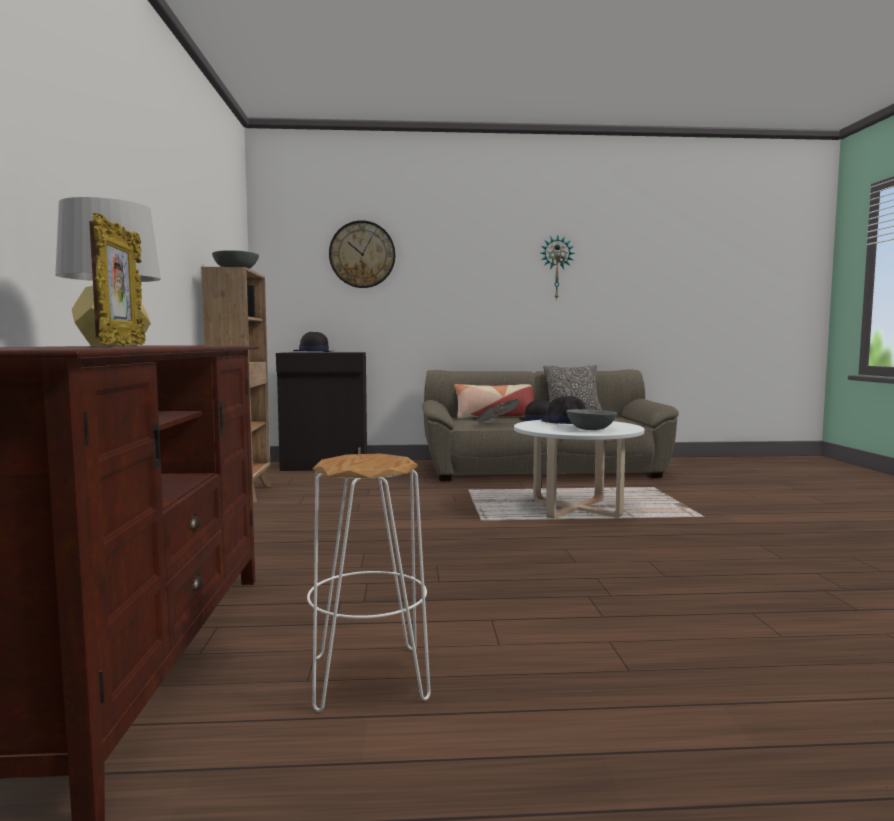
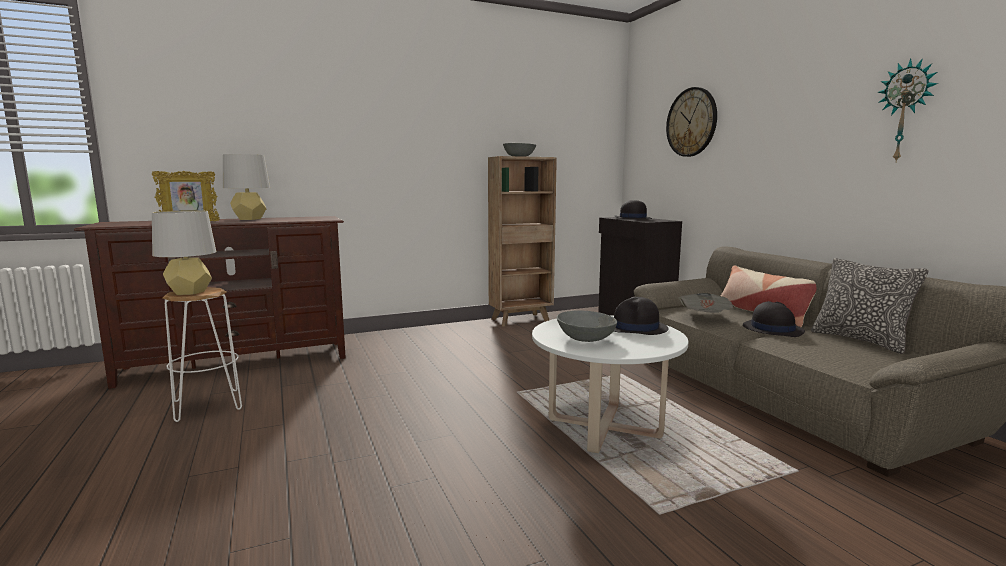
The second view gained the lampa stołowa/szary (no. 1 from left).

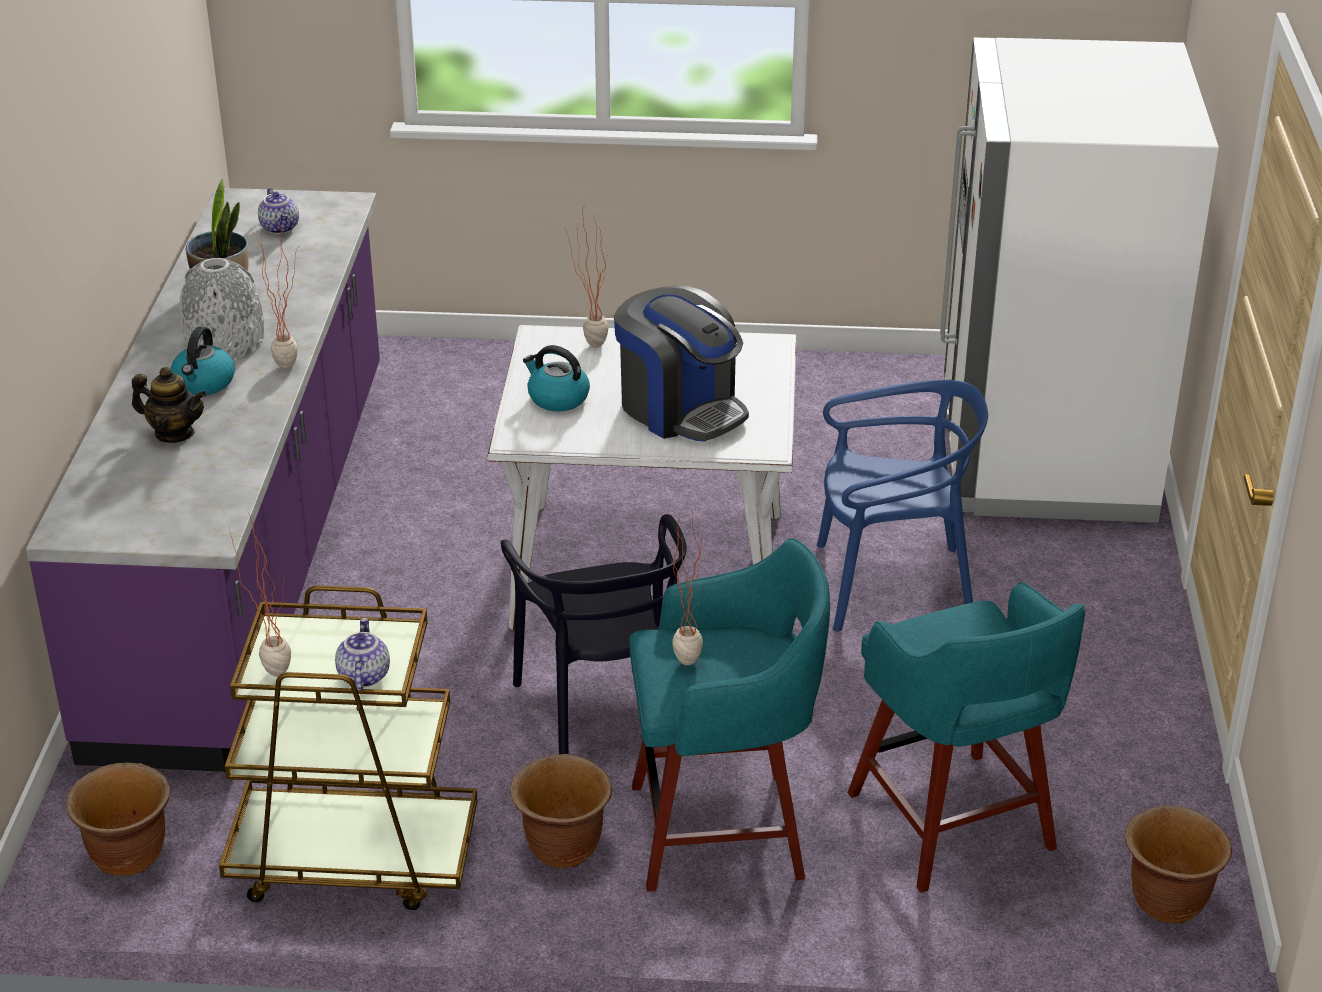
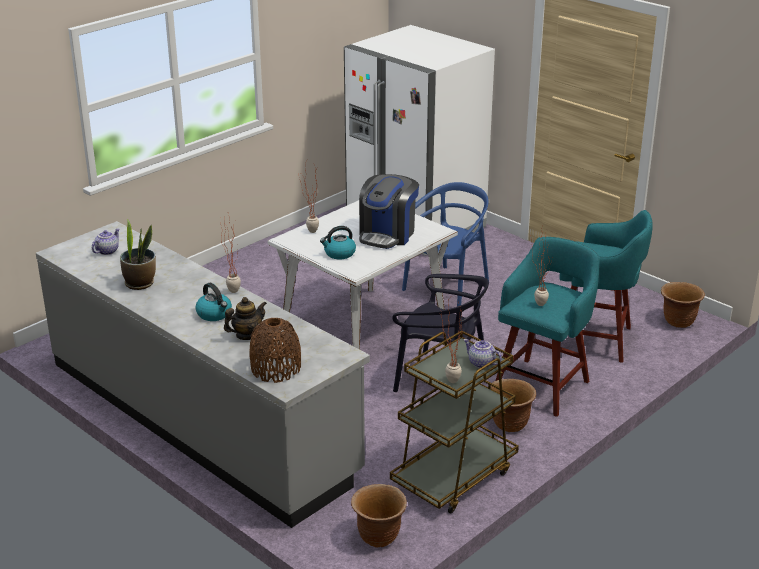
The second view lost the wazon/szary.
The second view gained the wazon/brązowy.
What was the zabudowa kuchenna/fioletowy turned into the zabudowa kuchenna/szary.
The imbryk (no. 2 from left in the first image) ended up facing another way, 75 degrees counterclockwise from before.
The ekspres do kawy ended up facing another way, 120 degrees clockwise from before.

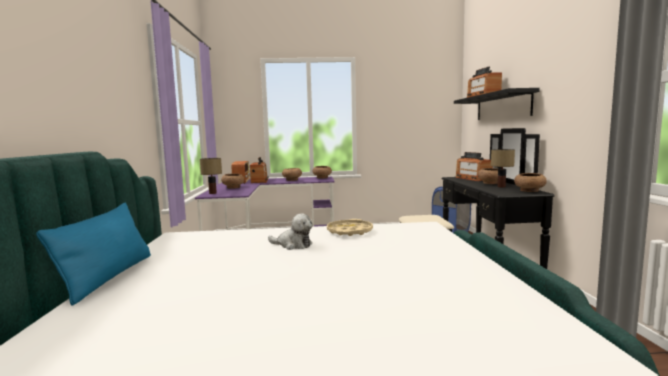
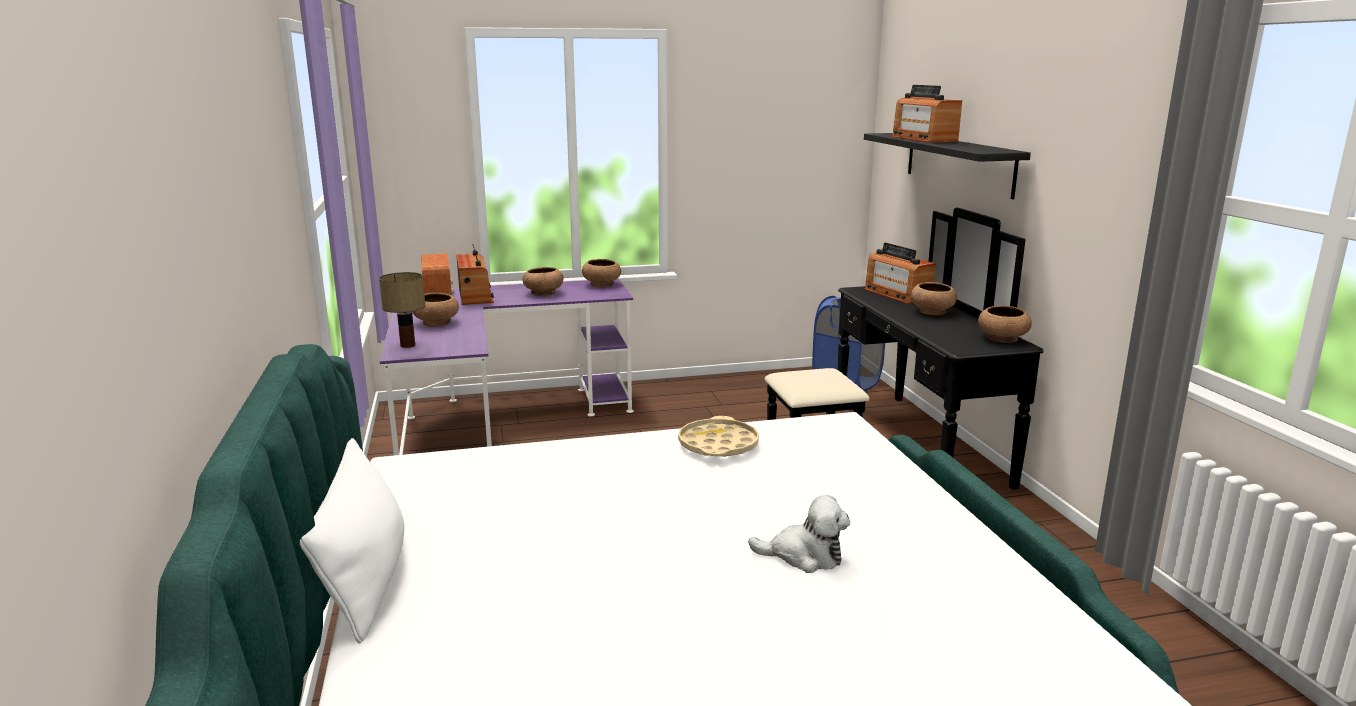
The second view lost the lampa stołowa (no. 2 from left).
The pluszak ended up elsewhere.
What was the poduszka/niebieski turned into the poduszka/biały.

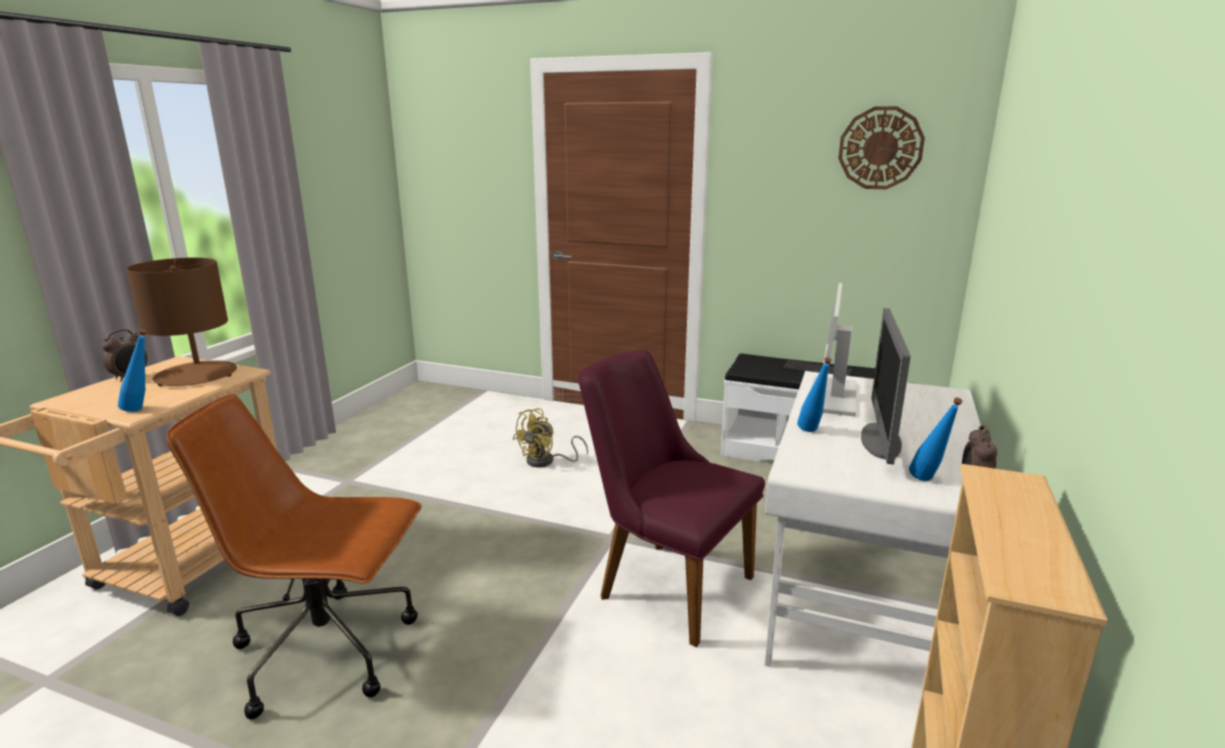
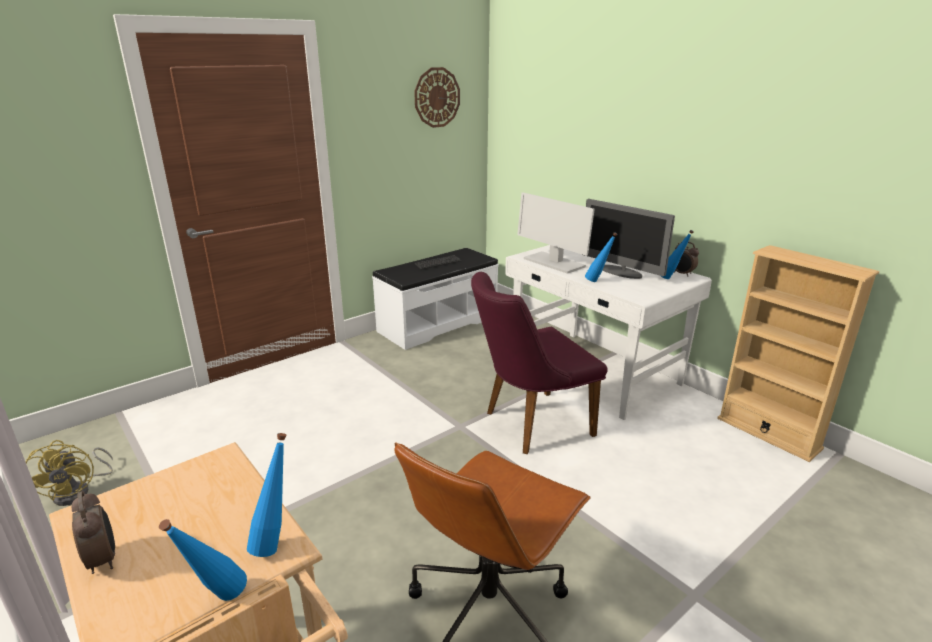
The second view lost the lampa stołowa/brązowy.
The second view gained the butelka/niebieski (no. 1 from left).
The wentylator/żółty ended up elsewhere.

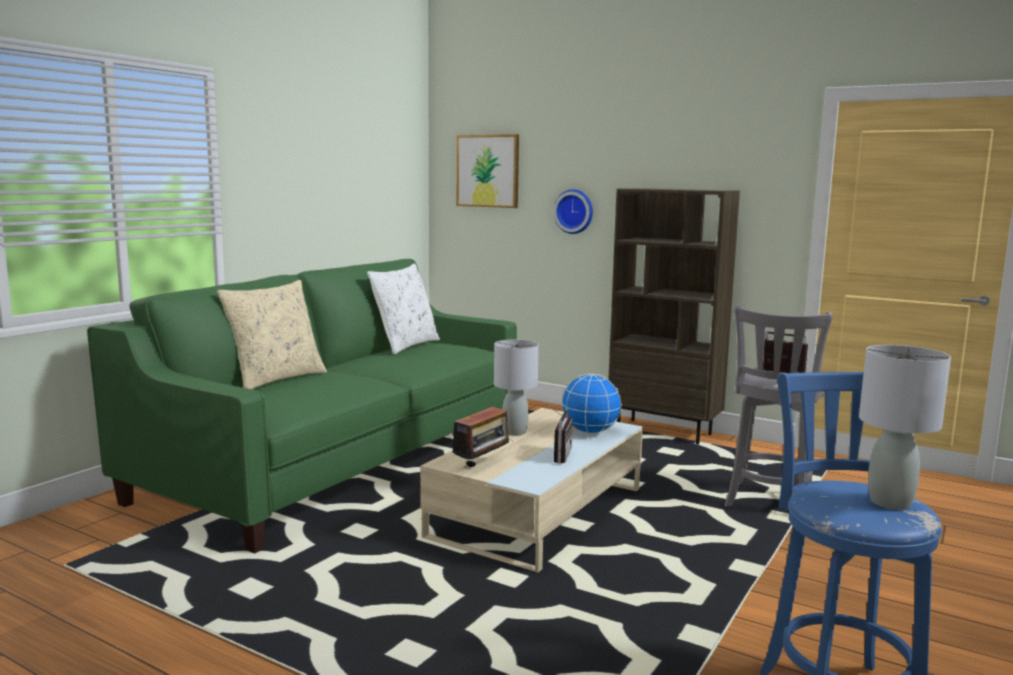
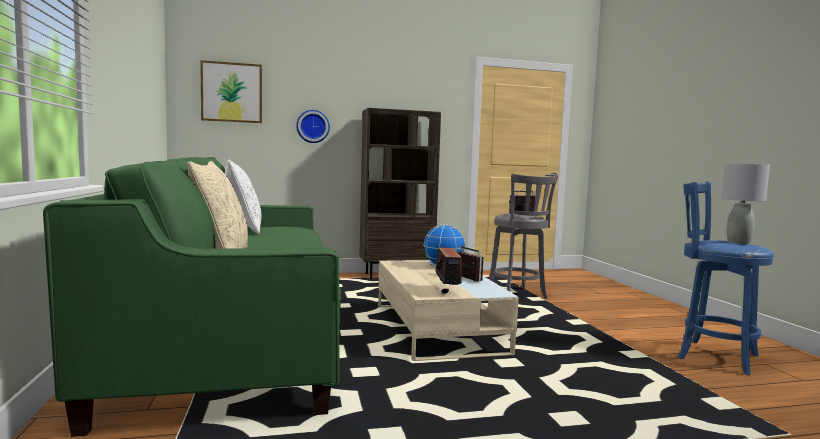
The second view lost the lampa stołowa/szary (no. 1 from left).

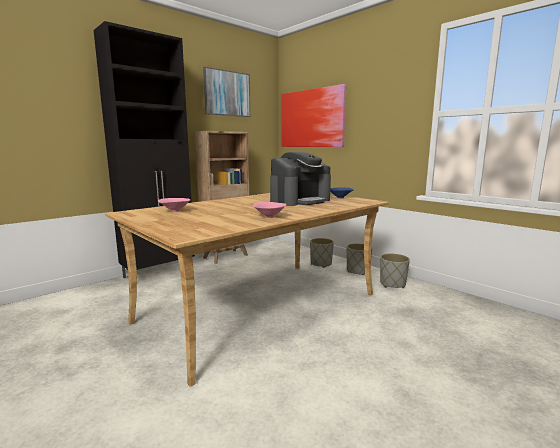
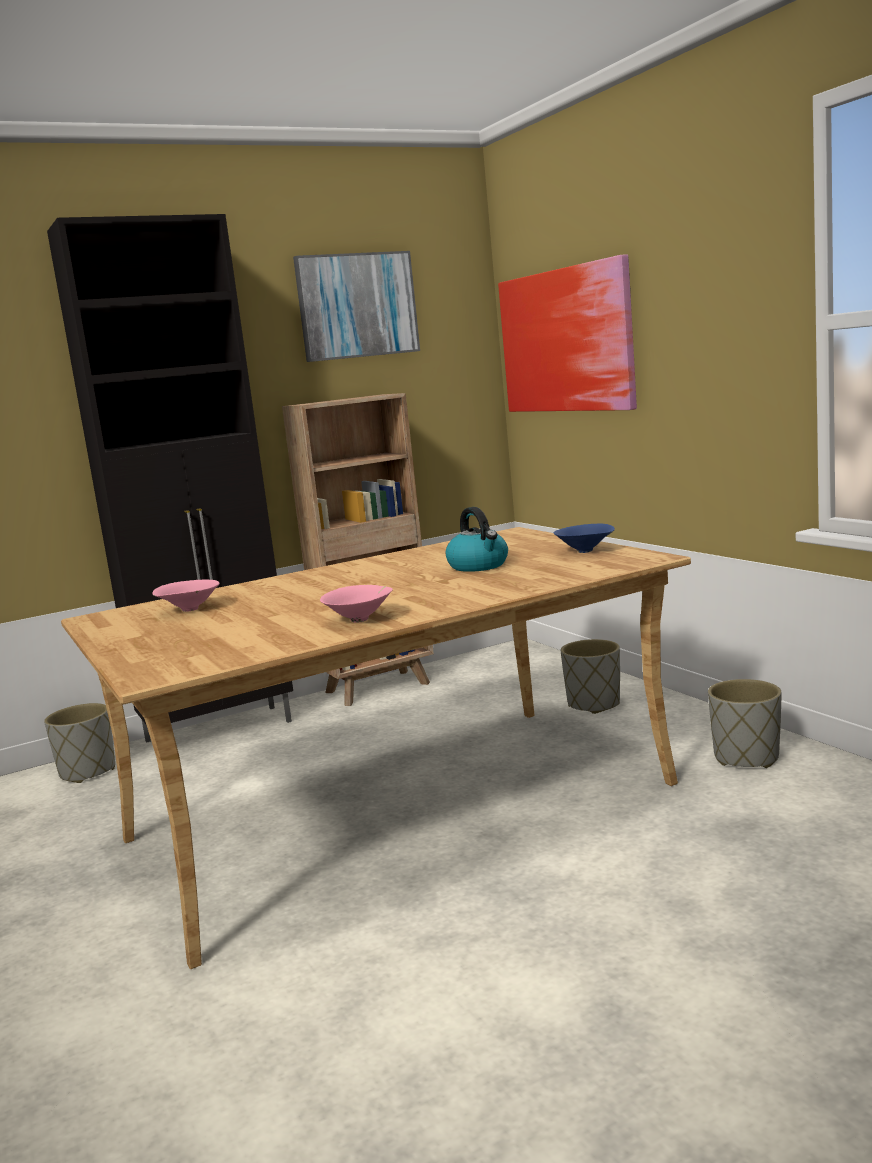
The donica/szary (no. 2 from left in the first image) ended up elsewhere.
Where the ekspres do kawy stood, the czajnik came to stand.

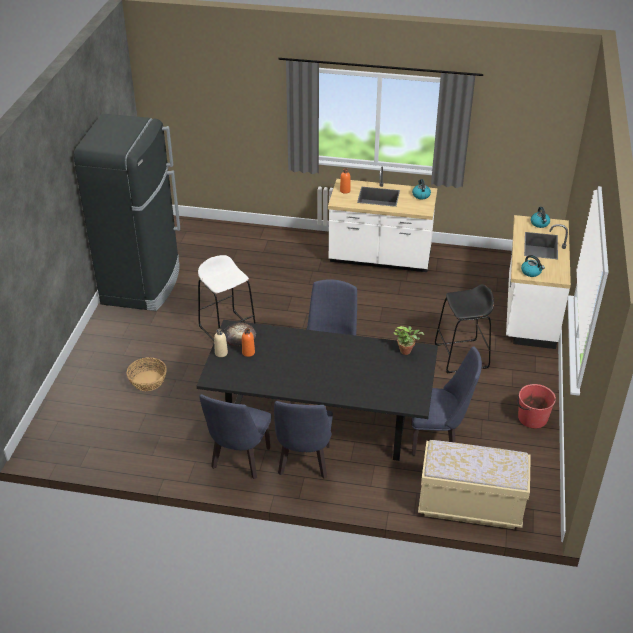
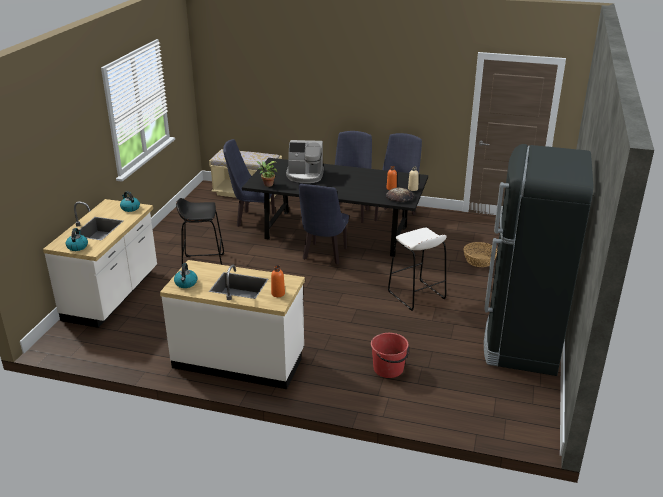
The second view gained the ekspres do kawy.
The wiadro/czerwony ended up elsewhere.

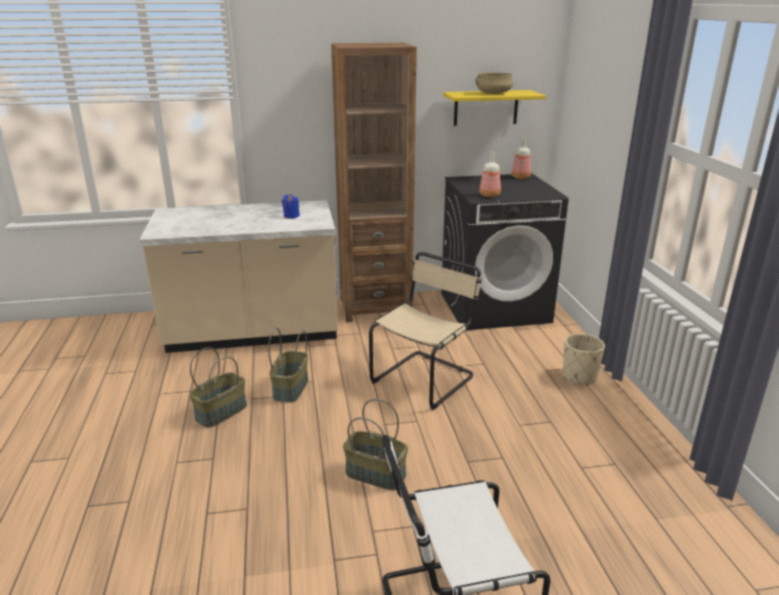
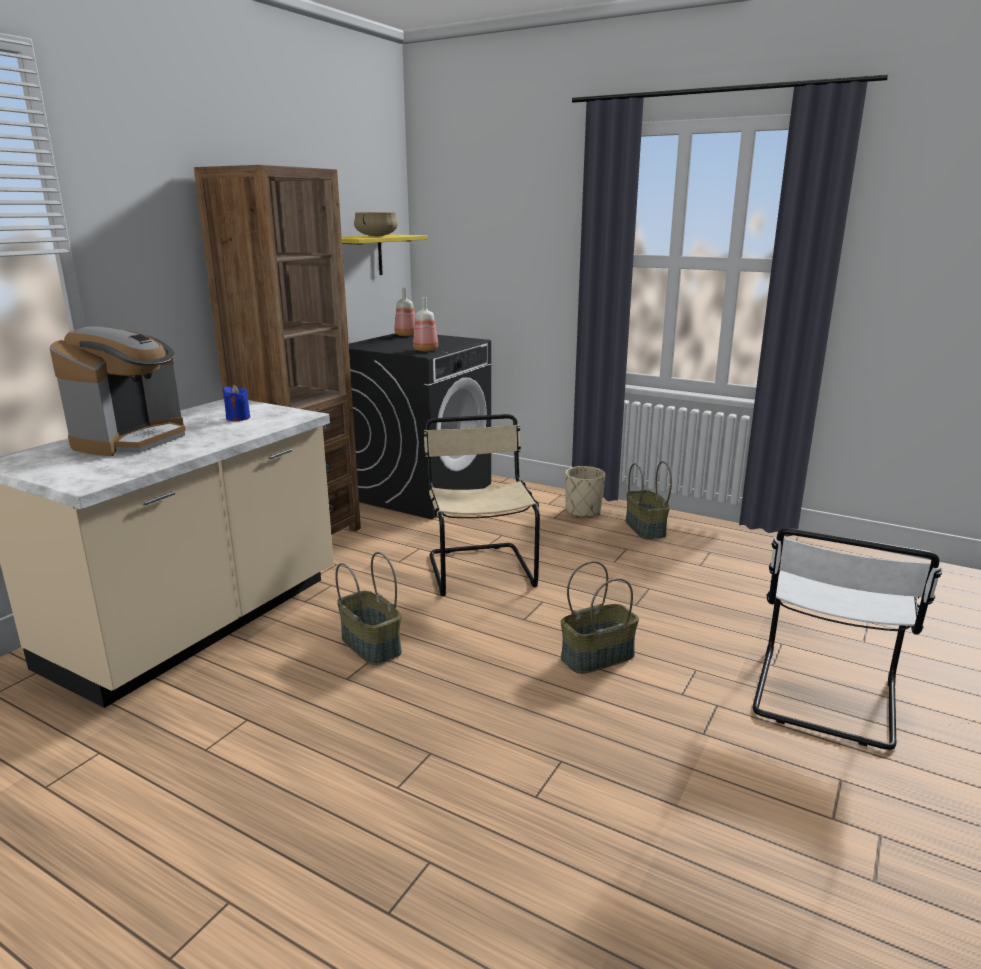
The second view gained the ekspres do kawy.
The koszyk (no. 1 from left in the first image) ended up elsewhere.

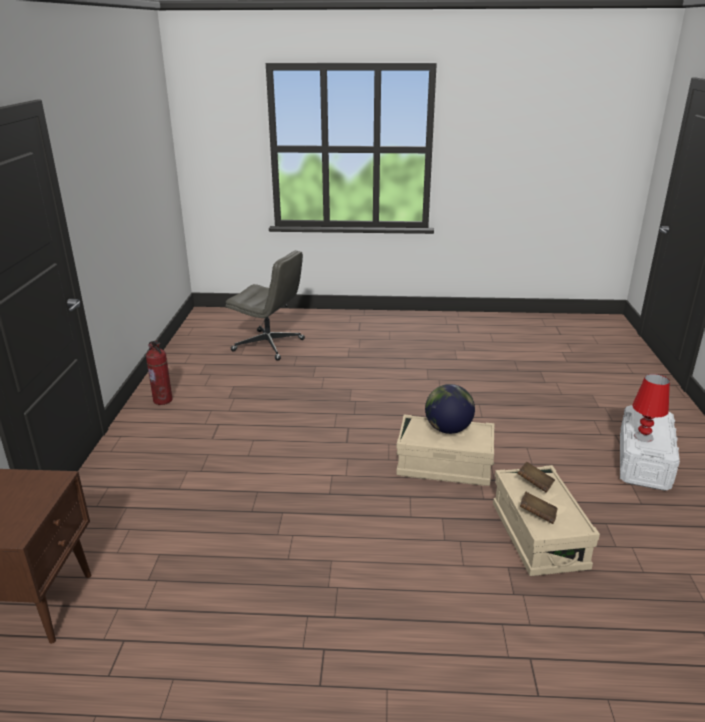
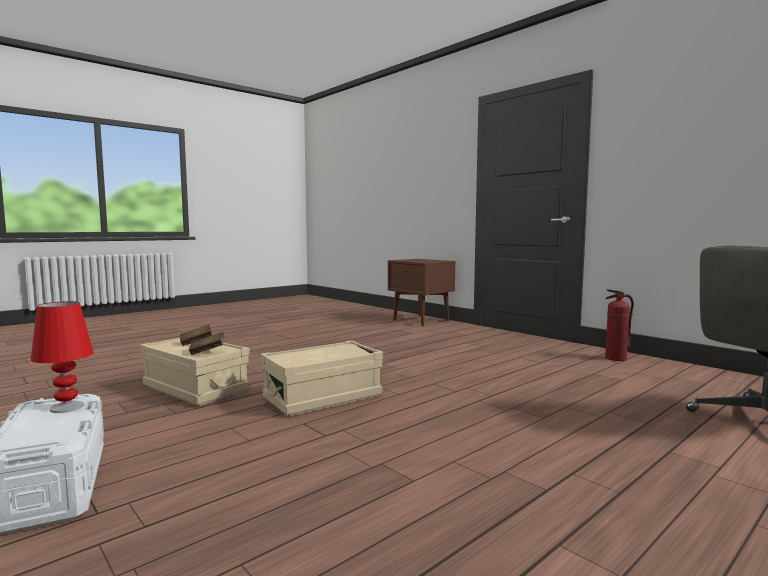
The second view lost the globus.

